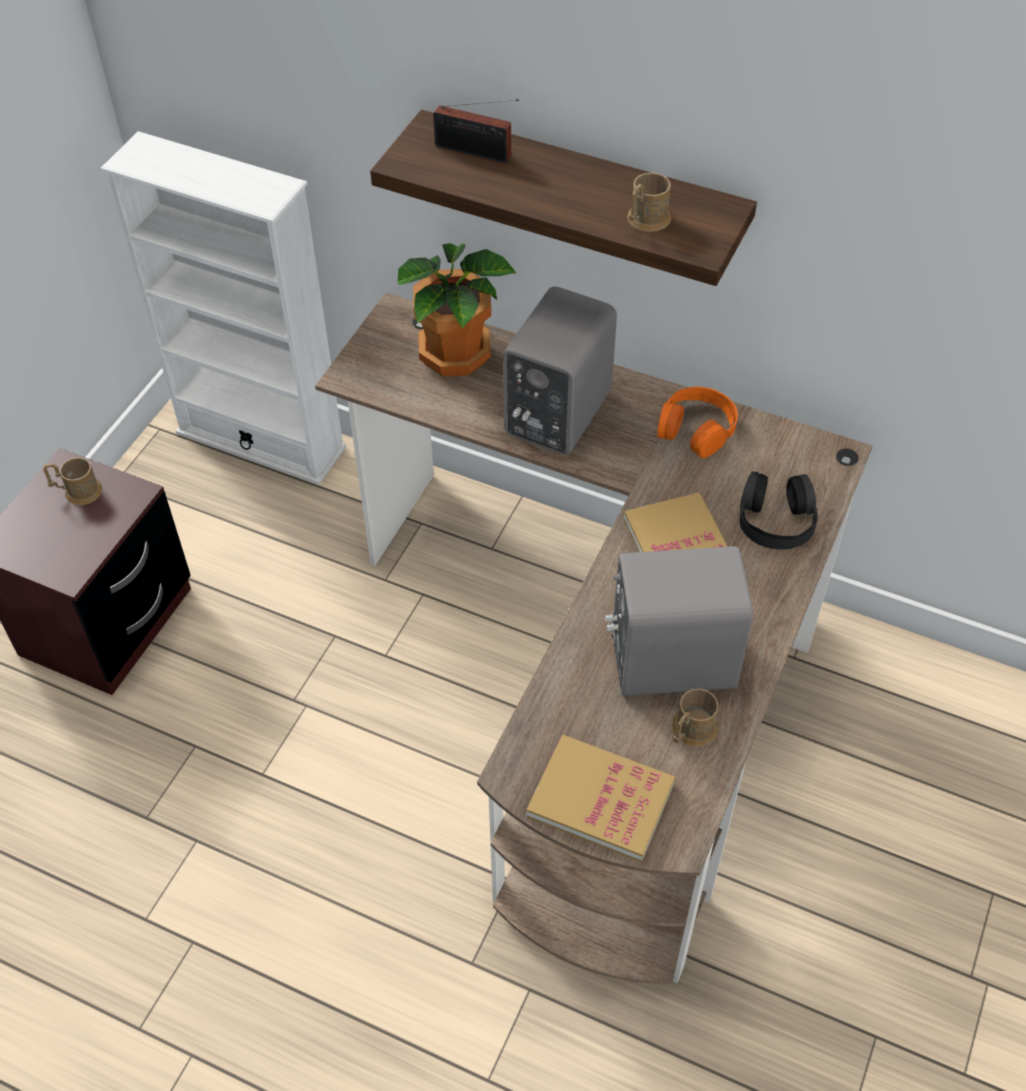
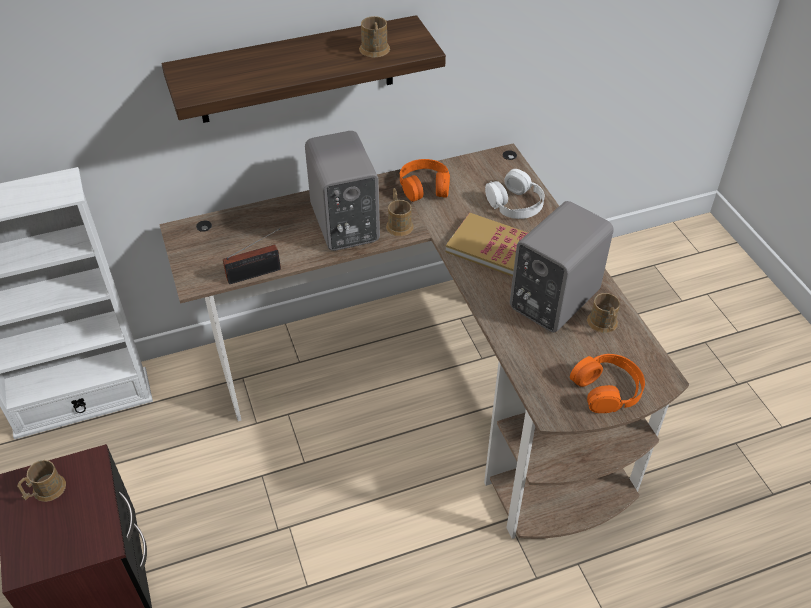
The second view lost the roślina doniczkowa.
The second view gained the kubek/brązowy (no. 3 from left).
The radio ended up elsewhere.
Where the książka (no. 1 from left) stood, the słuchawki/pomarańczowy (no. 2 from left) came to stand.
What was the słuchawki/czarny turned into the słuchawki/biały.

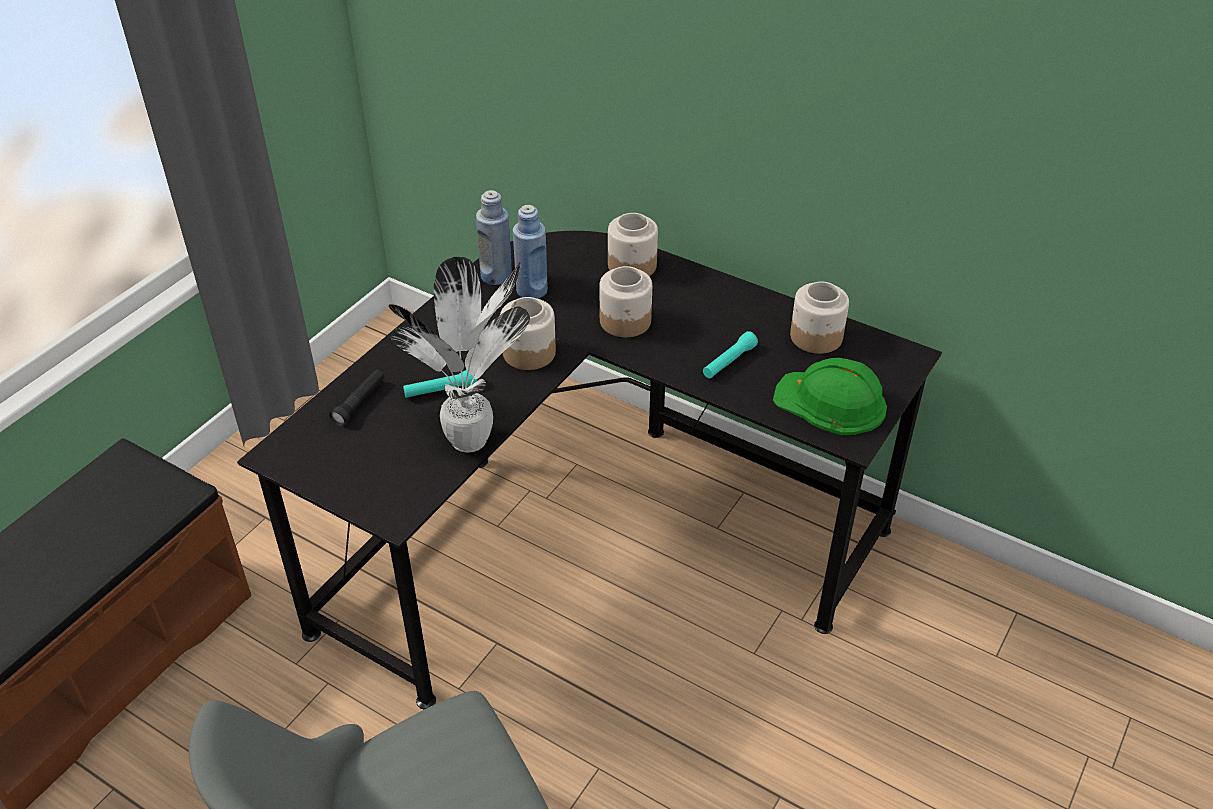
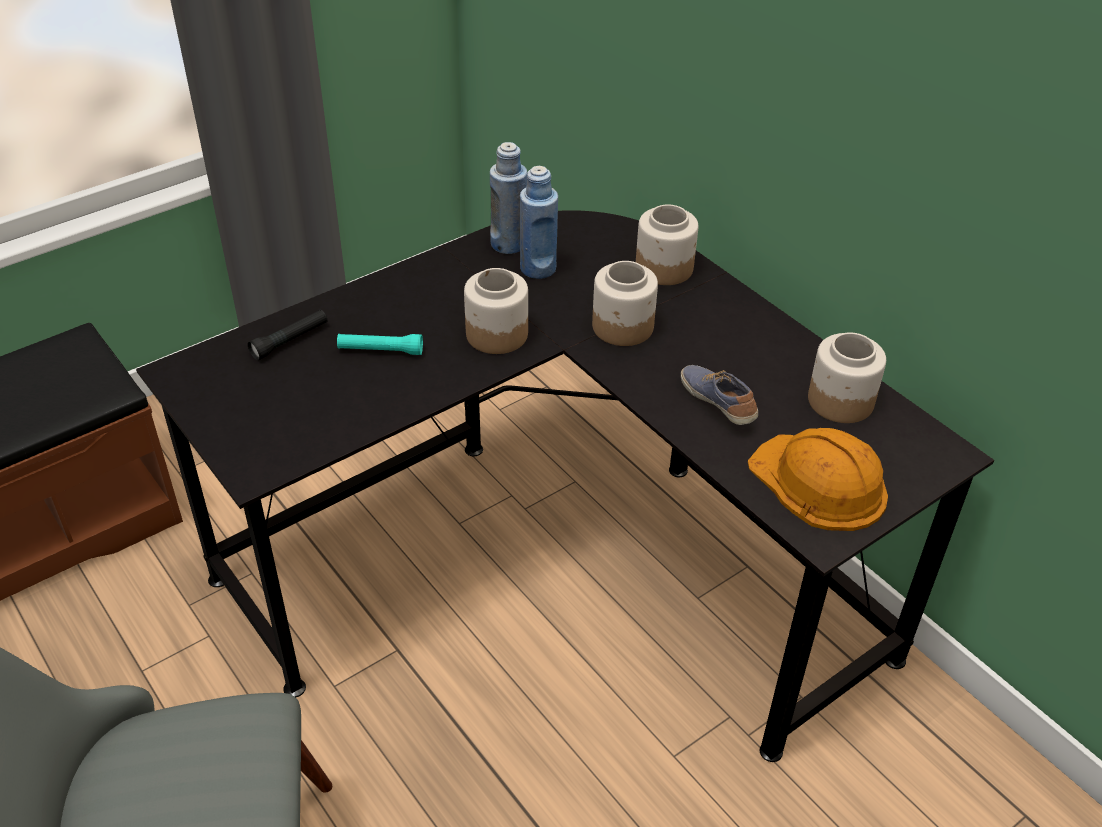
The second view lost the roślina doniczkowa.
Where the latarka/turkusowy (no. 2 from left) stood, the but came to stand.
What was the kask/zielony turned into the kask/pomarańczowy.

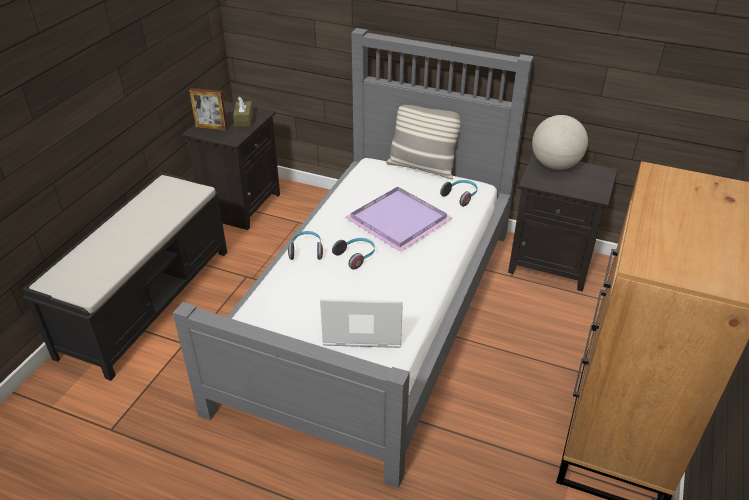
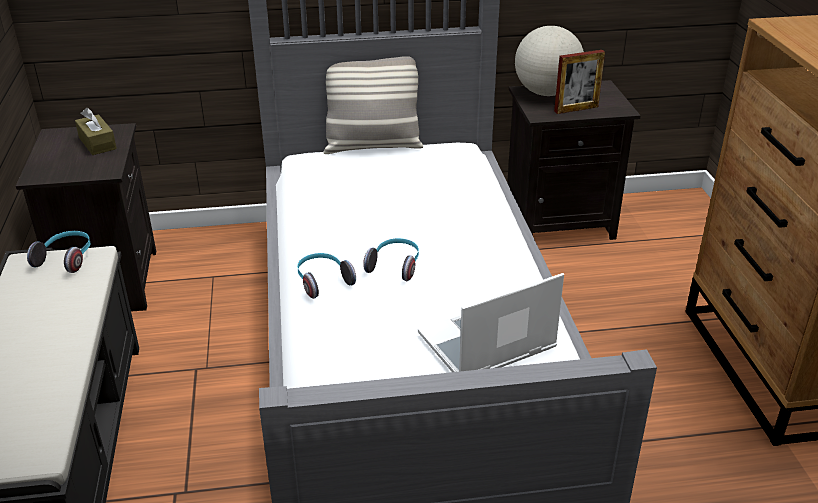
The second view lost the taca/fioletowy.
The ramka na zdjęcie ended up elsewhere.
The słuchawki (no. 3 from left in the first image) ended up elsewhere.

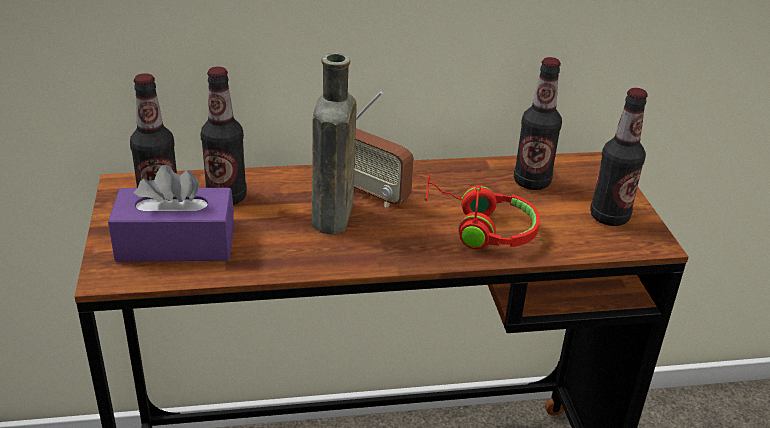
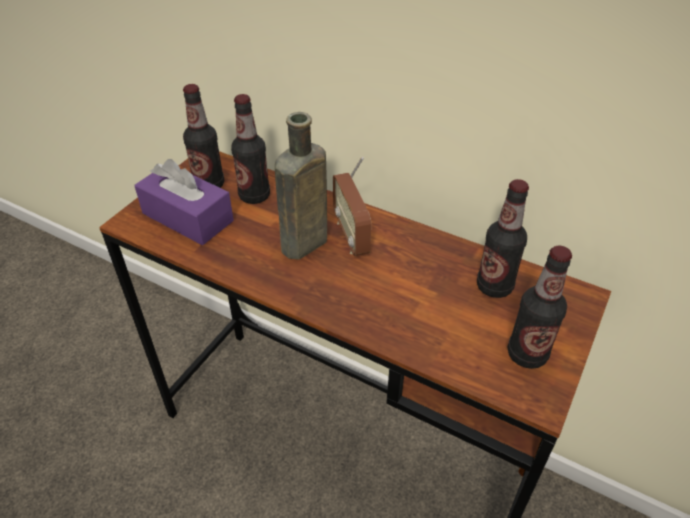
The second view lost the słuchawki/czerwony.

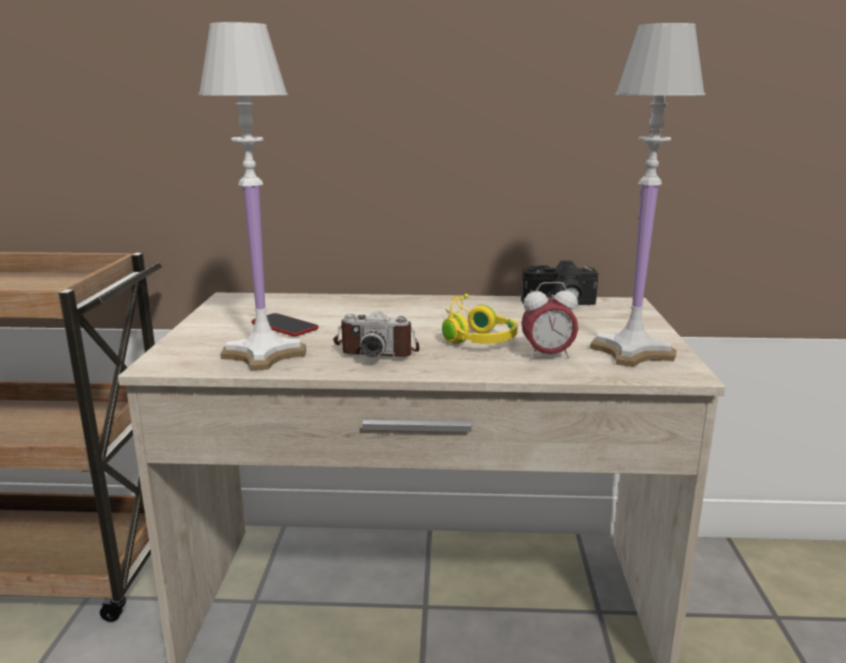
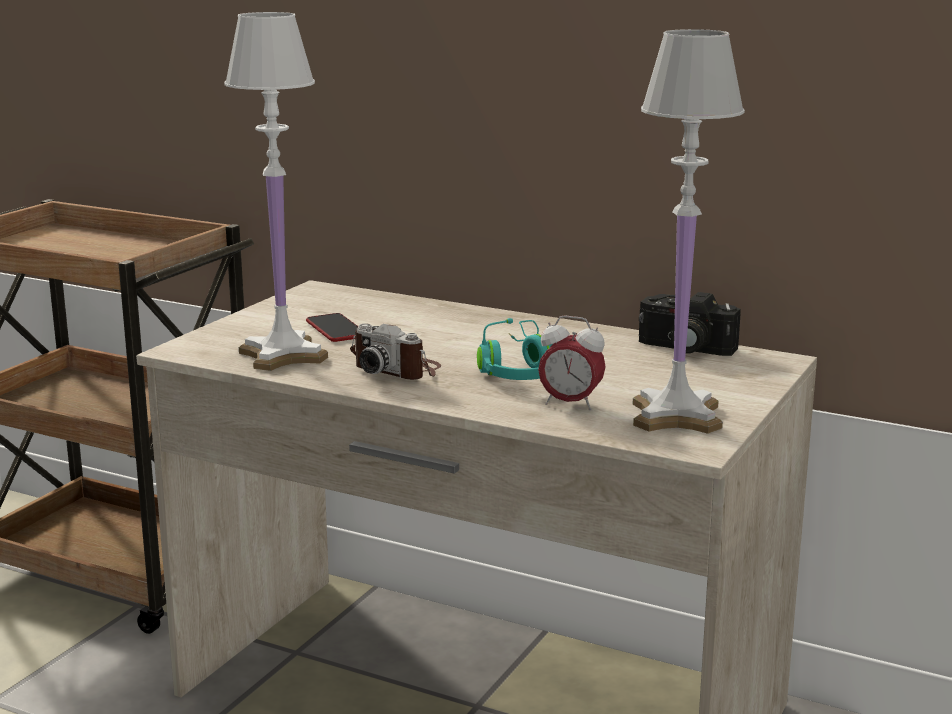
What was the słuchawki/żółty turned into the słuchawki/turkusowy.

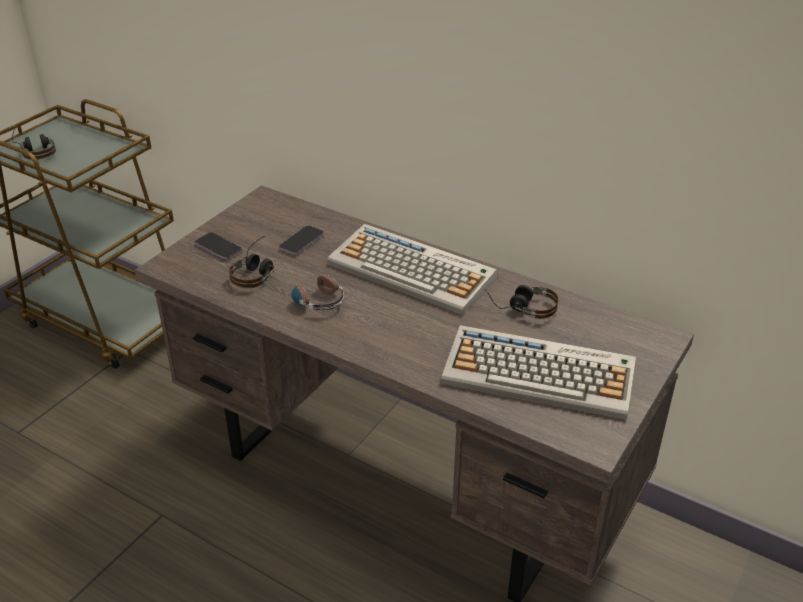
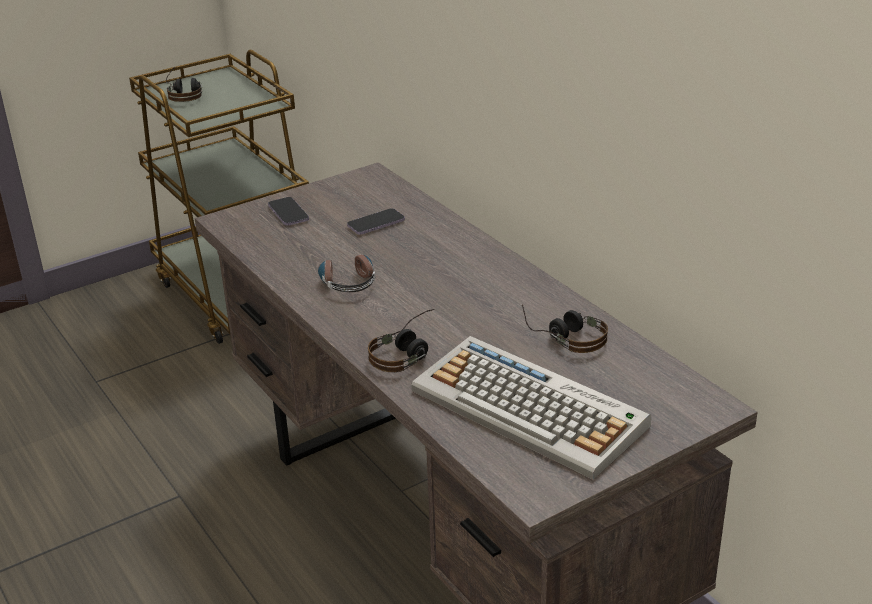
The second view lost the klawiatura (no. 1 from left).
The słuchawki (no. 2 from left in the first image) ended up elsewhere.

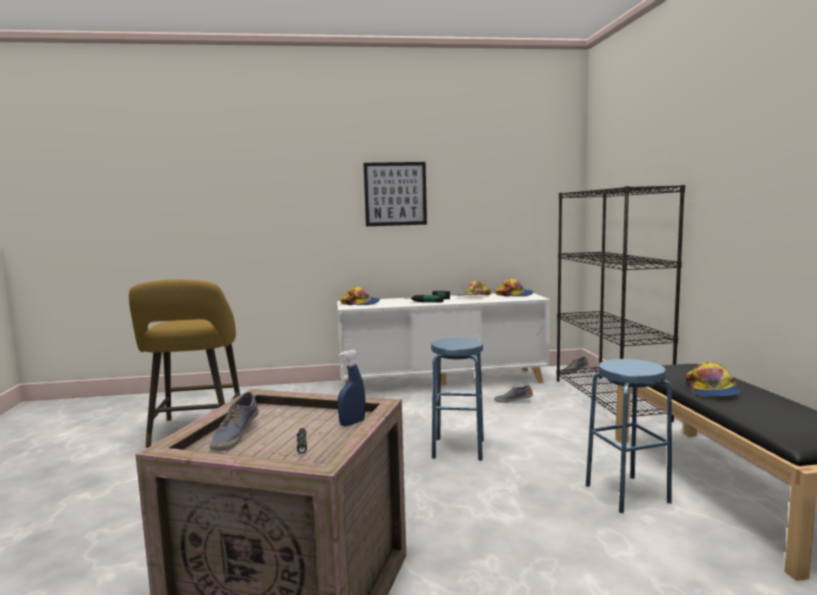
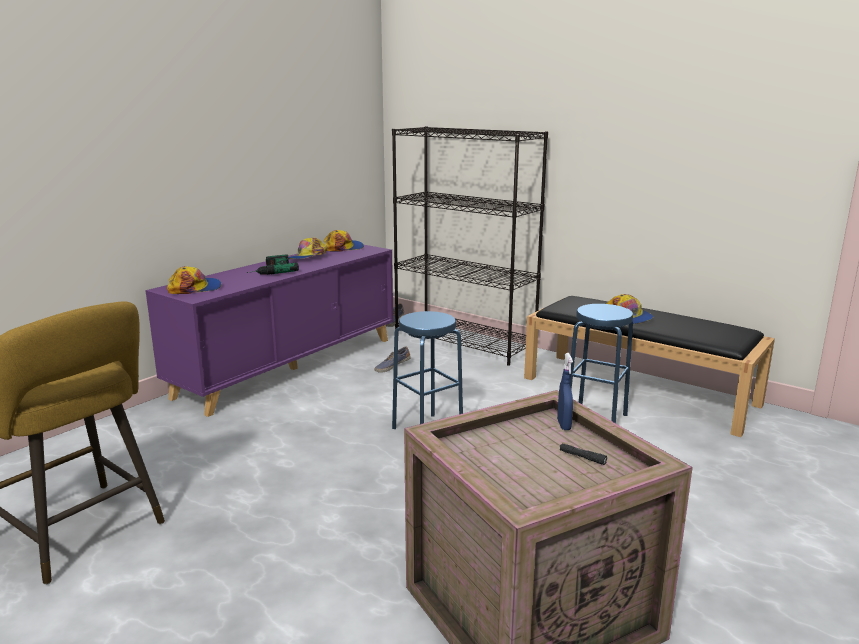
The second view lost the but (no. 1 from left).
The second view lost the obraz.
What was the szafka/biały turned into the szafka/fioletowy.

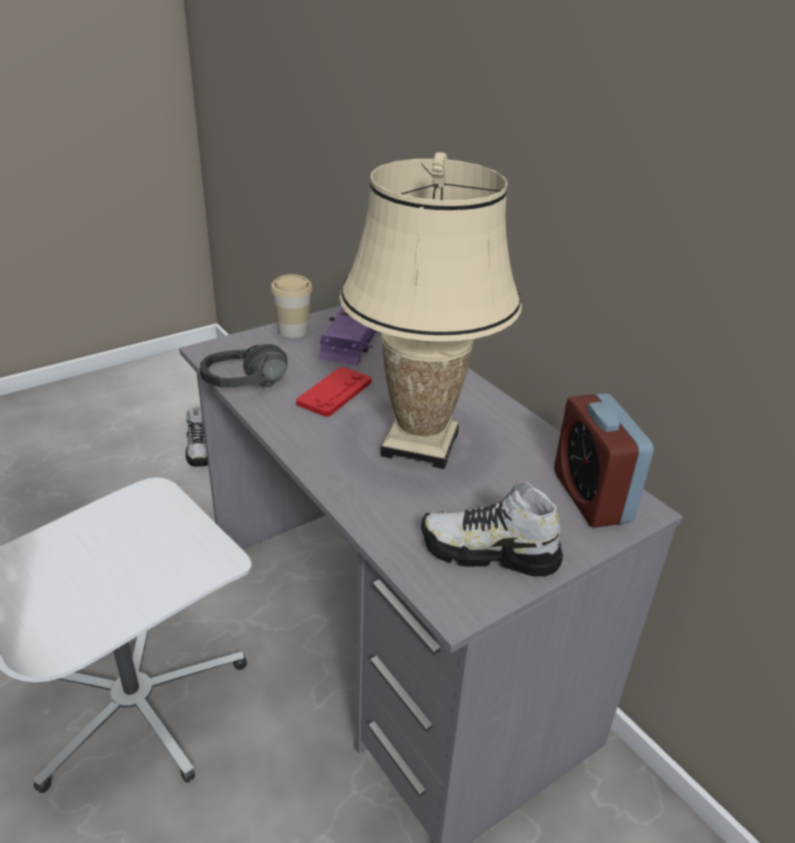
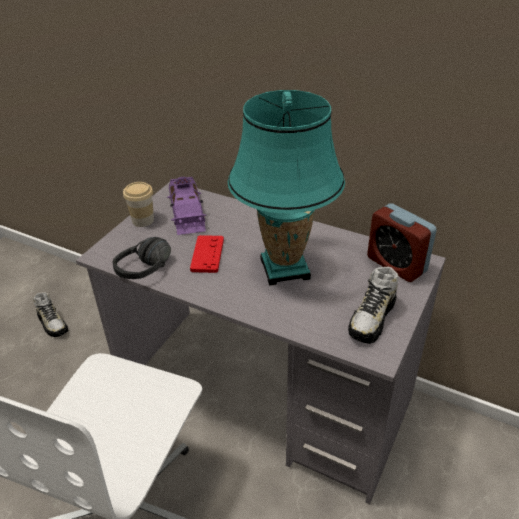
What was the lampa stołowa/beżowy turned into the lampa stołowa/turkusowy.
The but (no. 2 from left) ended up facing another way, 45 degrees counterclockwise from before.

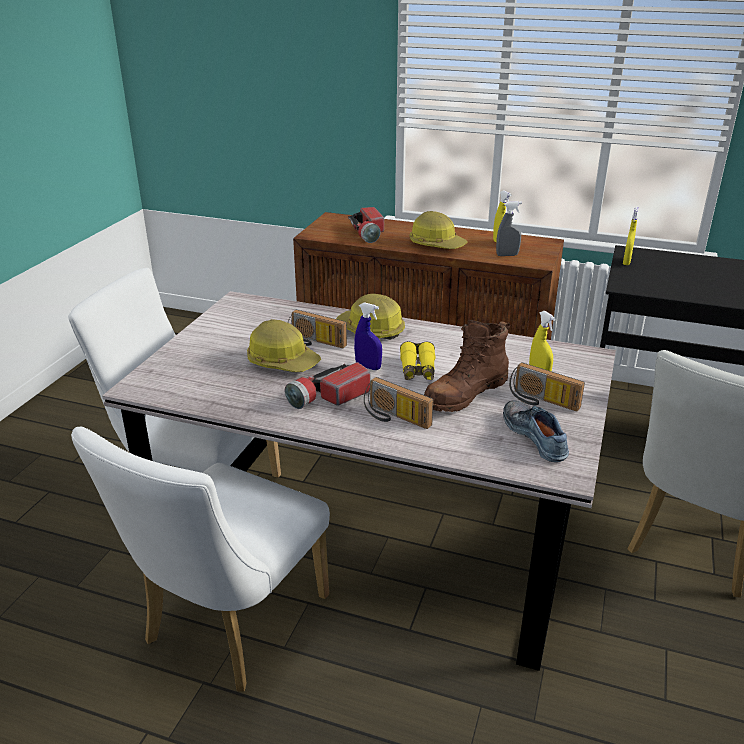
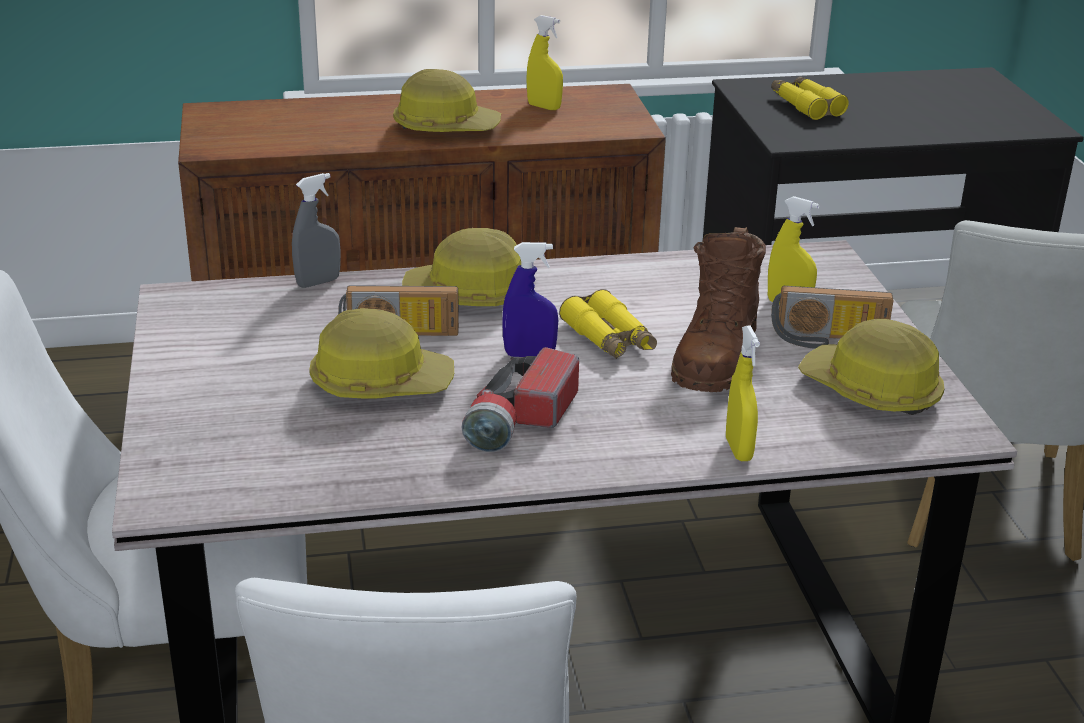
The second view lost the latarka (no. 2 from left).
The second view lost the radio (no. 2 from left).
The second view gained the lornetka/żółty (no. 2 from left).
The spryskiwacz/szary ended up elsewhere.
The spryskiwacz/żółty (no. 3 from left in the first image) ended up elsewhere.
Where the but stood, the kask (no. 4 from left) came to stand.

